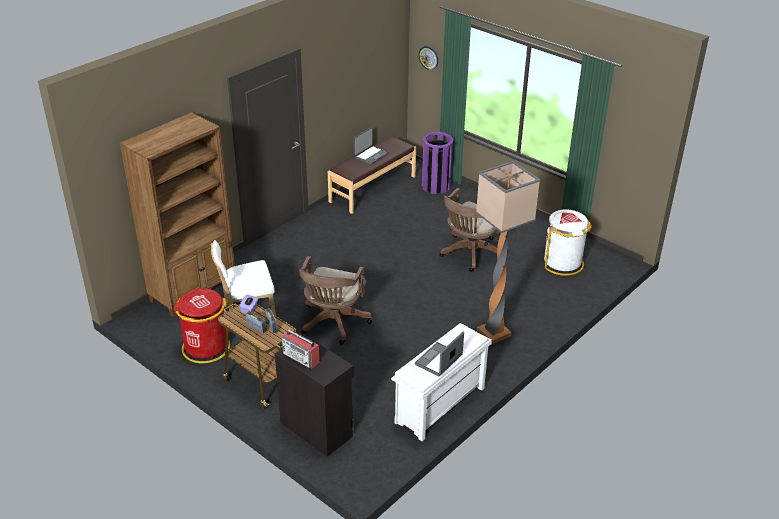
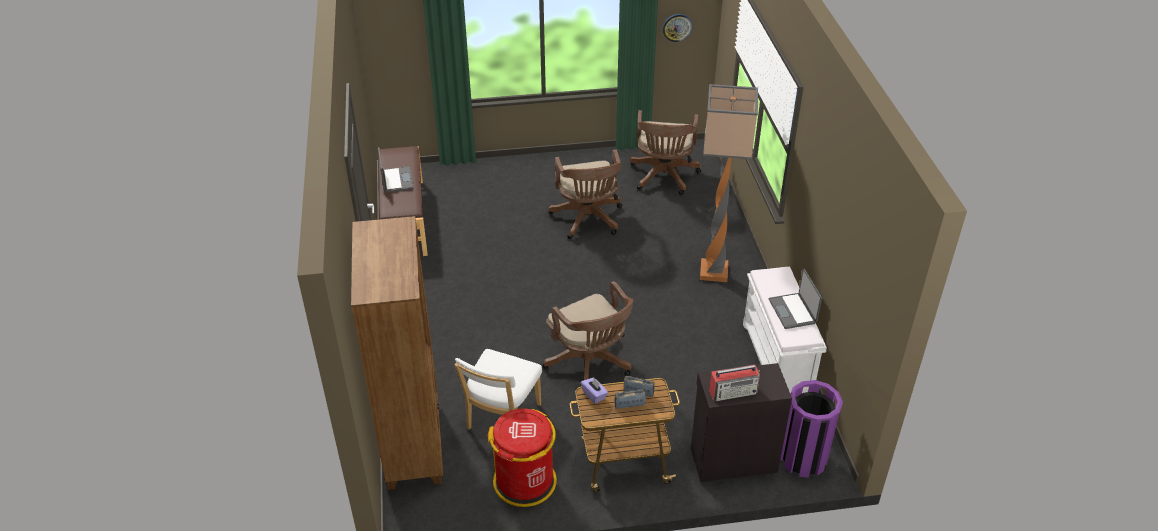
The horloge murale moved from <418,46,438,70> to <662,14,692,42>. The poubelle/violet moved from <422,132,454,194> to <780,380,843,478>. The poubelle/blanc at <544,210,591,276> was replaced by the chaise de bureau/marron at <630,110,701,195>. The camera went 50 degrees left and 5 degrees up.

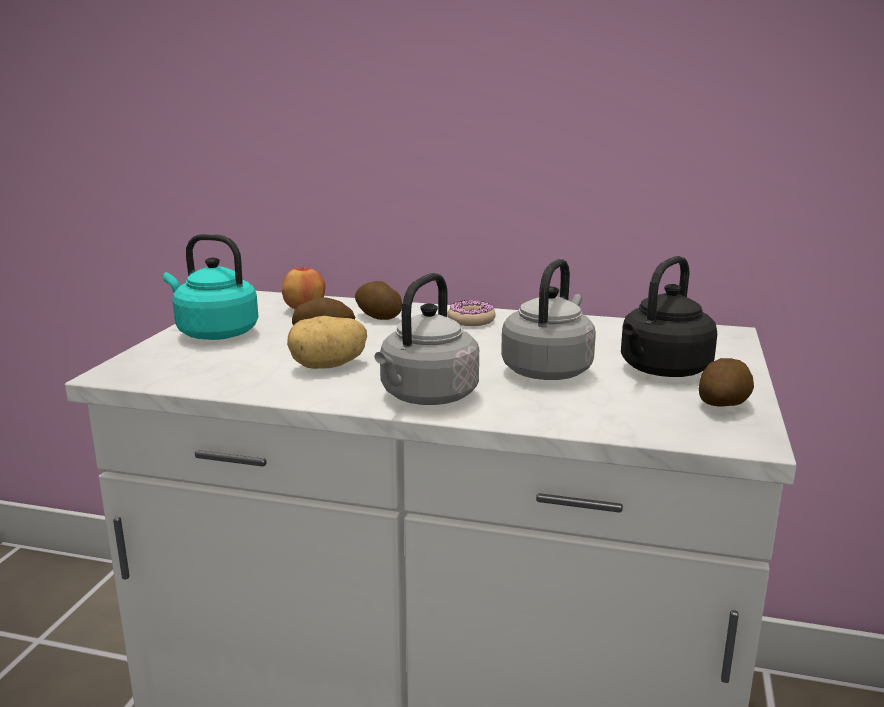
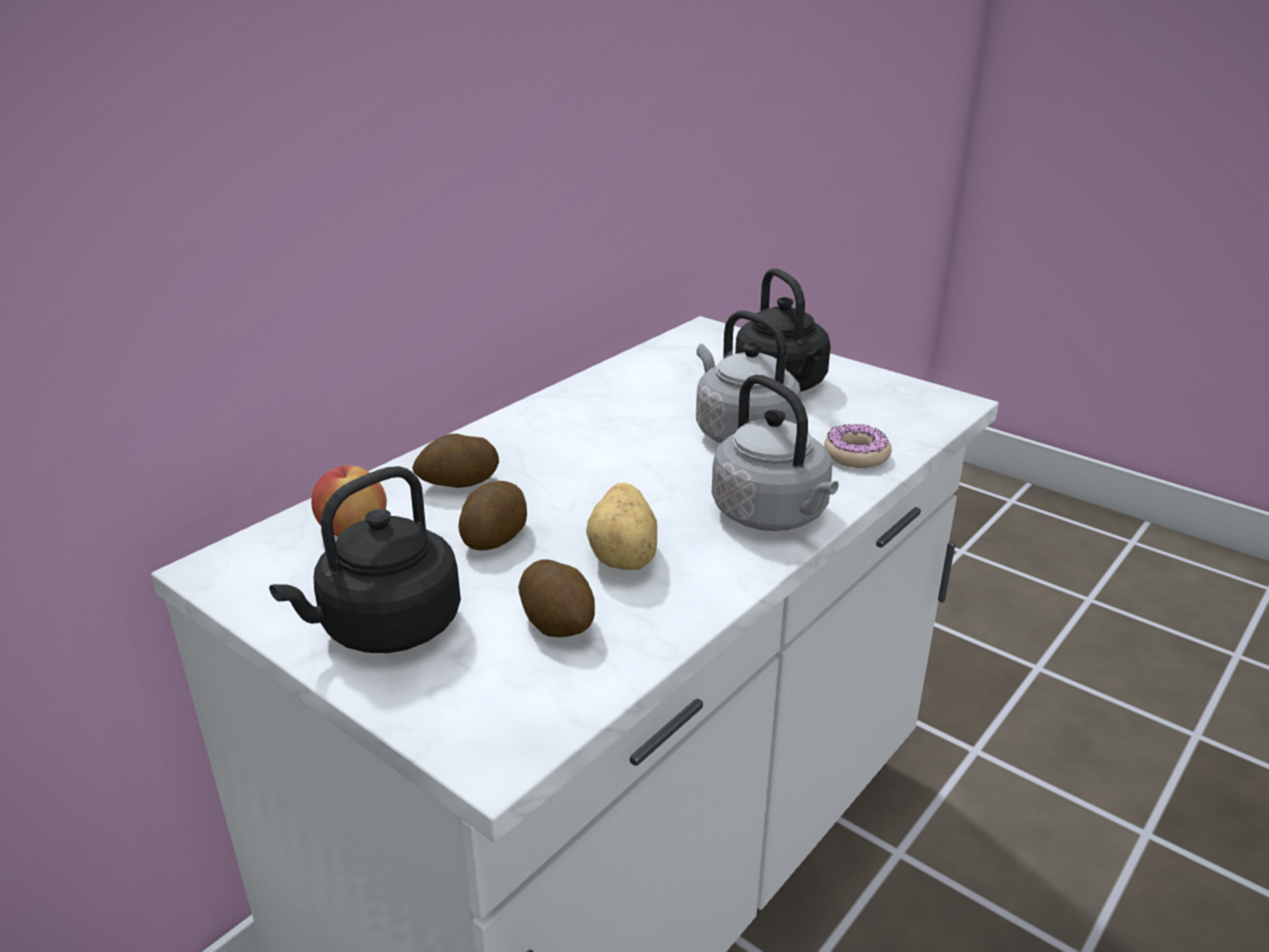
The bouilloire/turquoise at <163,234,258,340> became the bouilloire/noir at <269,466,461,653>. The beignet moved from <448,300,496,326> to <824,424,891,468>. The pomme de terre moved from <699,358,754,406> to <518,560,595,637>. The camera went 65 degrees left and 10 degrees up.

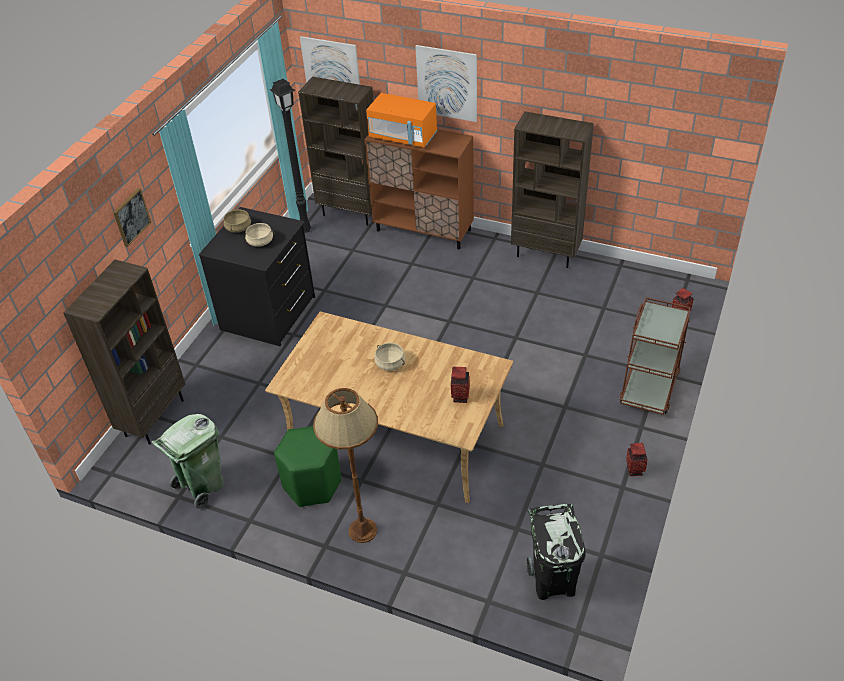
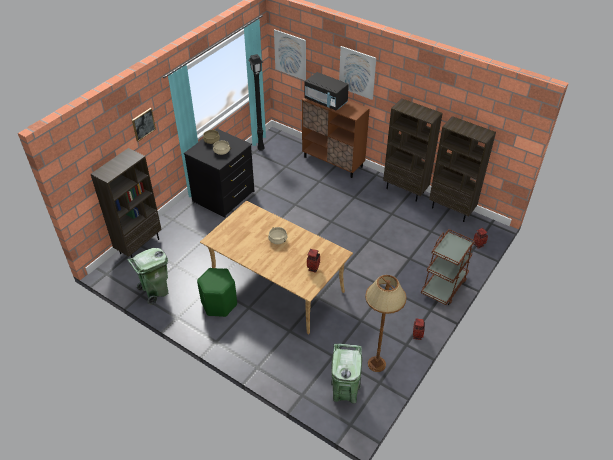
The bibliothèque/marron moved from <298,76,374,226> to <429,116,496,222>. The lampadaire/marron moved from <313,388,378,543> to <365,275,407,372>. The micro-ondes/orange at <366,93,437,148> became the micro-ondes/noir at <305,72,349,110>. The poubelle/noir at <526,504,585,600> became the poubelle/vert at <331,344,362,404>. The camera went 10 degrees right and 0 degrees up.

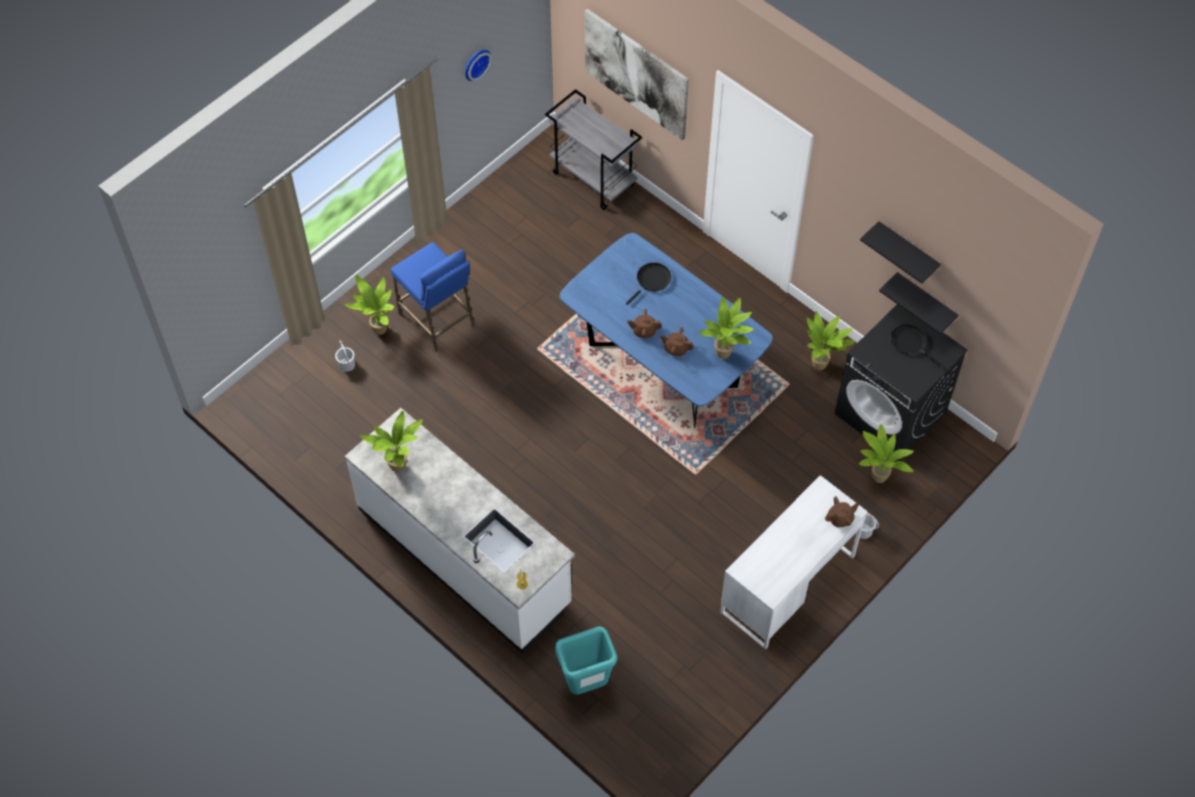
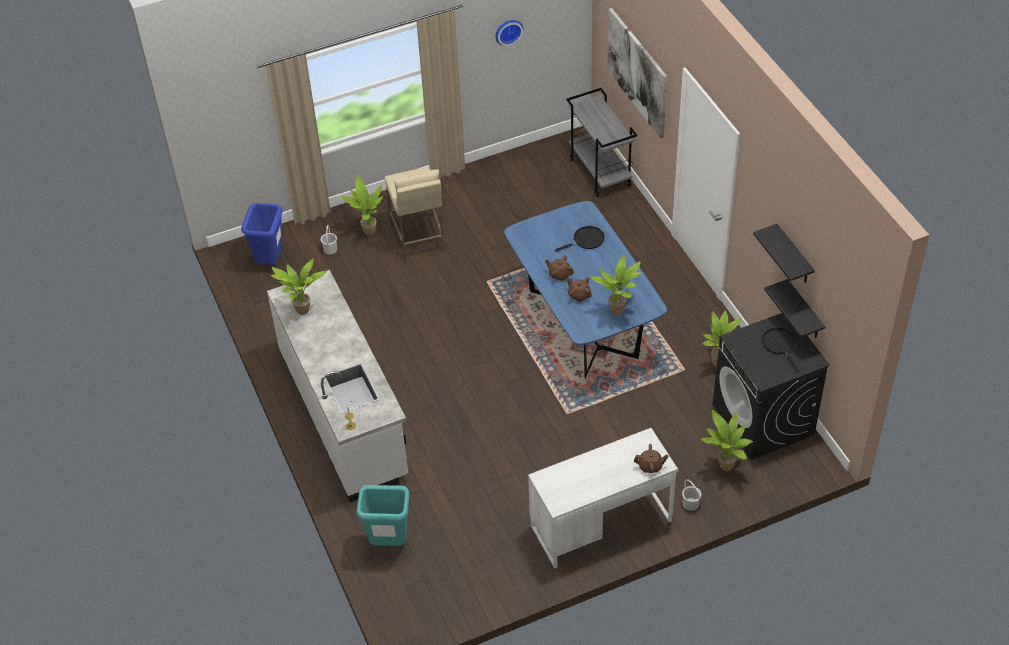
The tabouret/bleu at <391,242,475,352> became the tabouret/beige at <384,167,445,261>. The poubelle/bleu at <241,203,283,265> appeared. The camera went 25 degrees right and 10 degrees down.

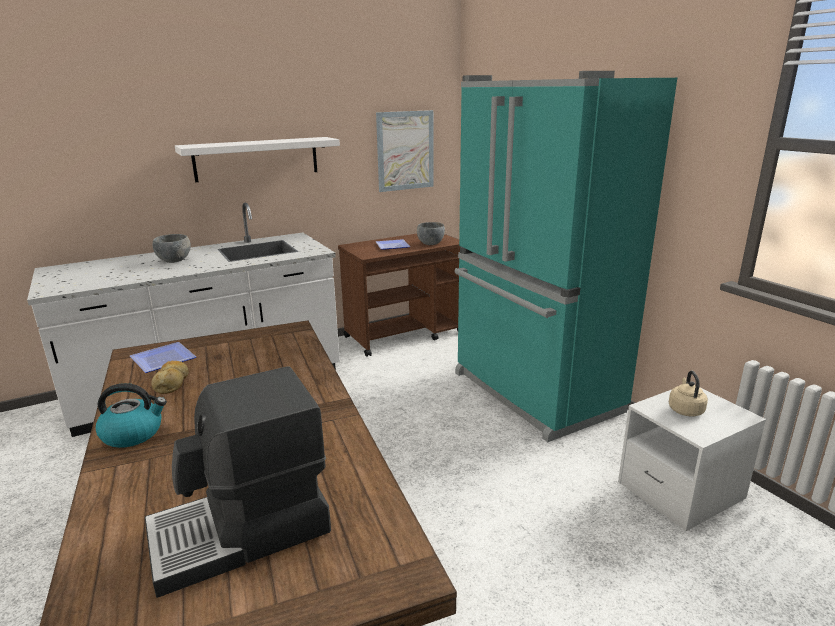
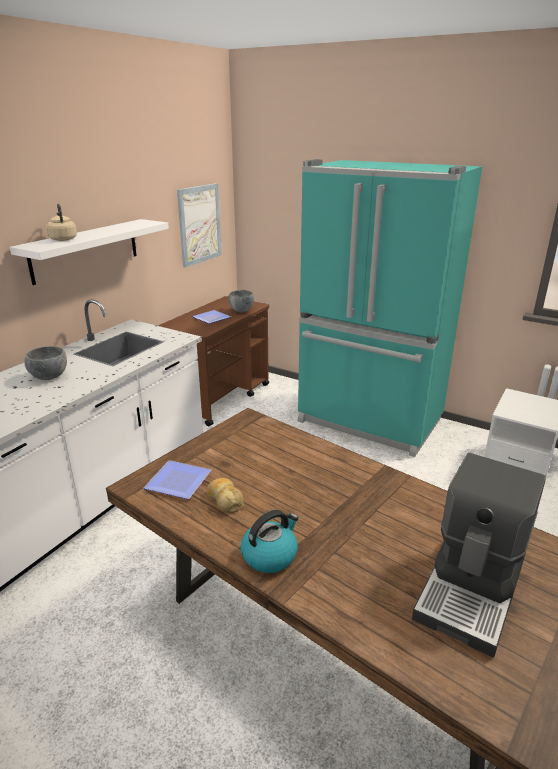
The bouilloire/beige moved from <669,371,708,417> to <46,204,77,241>. The camera went 30 degrees left and 5 degrees up.

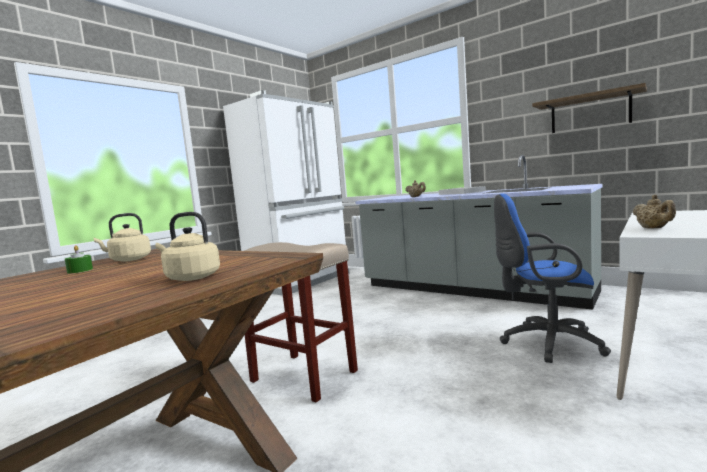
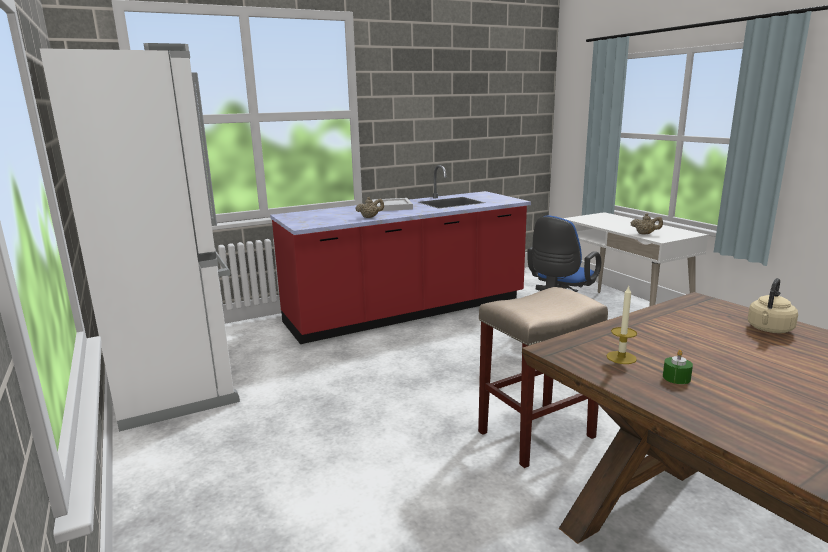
The bouilloire/beige at <94,213,151,262> was replaced by the bougie at <607,286,637,364>. The comptoir de cuisine/gris at <356,155,602,310> became the comptoir de cuisine/rouge at <270,165,531,344>. The étagère at <532,83,647,133> disappeared. The camera went 65 degrees left and 10 degrees up.

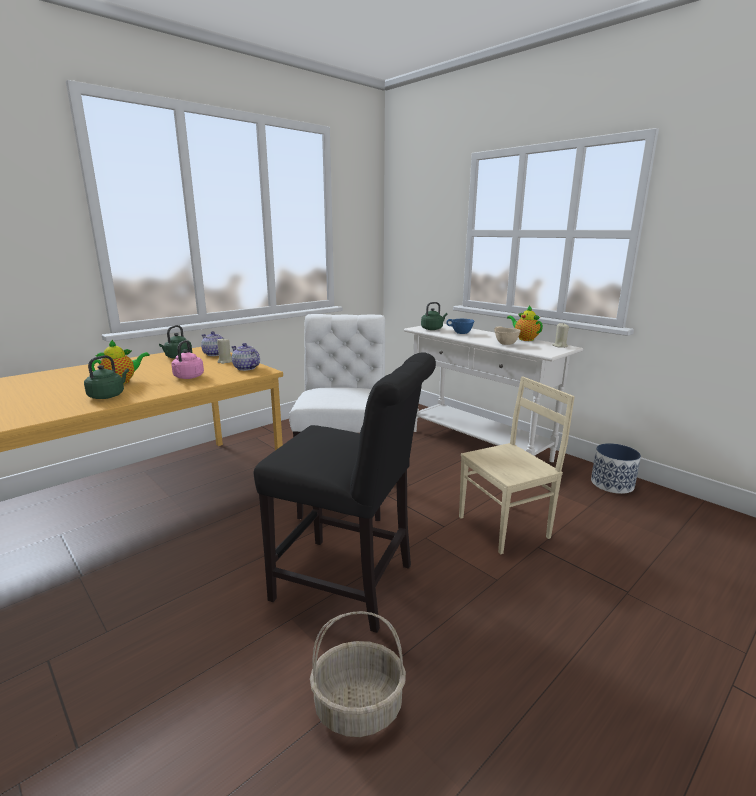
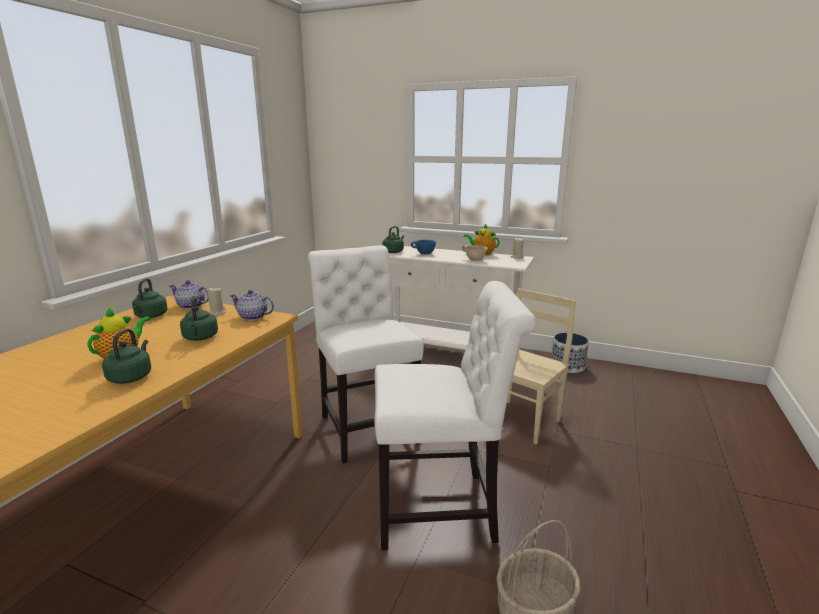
The bouilloire/rose at <171,340,204,379> became the bouilloire/vert at <180,296,218,341>. The chaise/noir at <254,352,436,633> became the chaise/blanc at <374,281,536,550>. The camera went 25 degrees left and 0 degrees up.

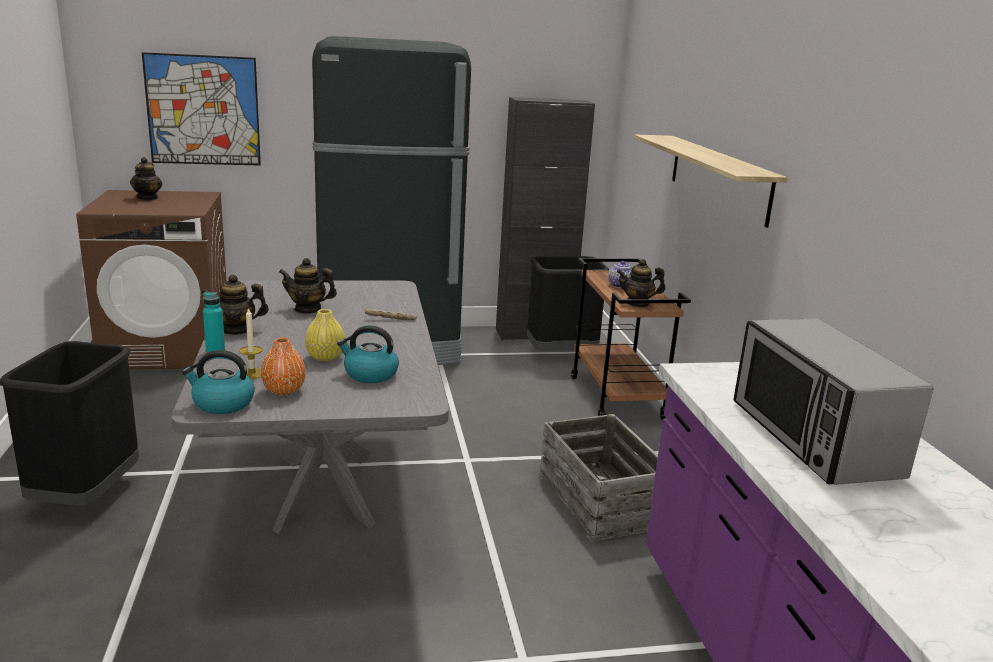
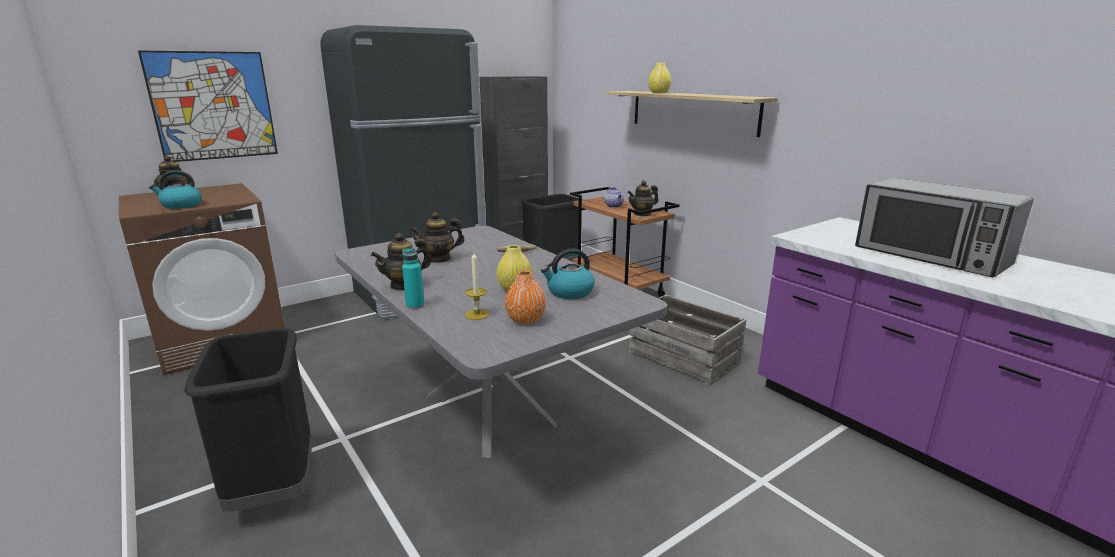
The bouilloire moved from <182,350,255,414> to <149,170,202,209>. The vase/jaune at <648,62,671,93> appeared. The camera went 25 degrees left and 0 degrees up.

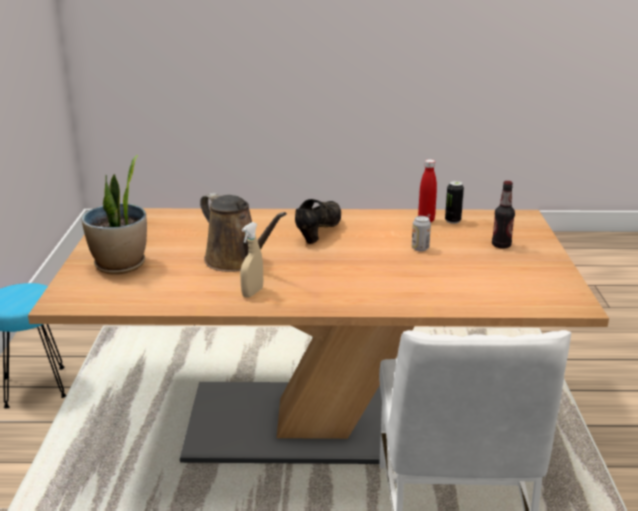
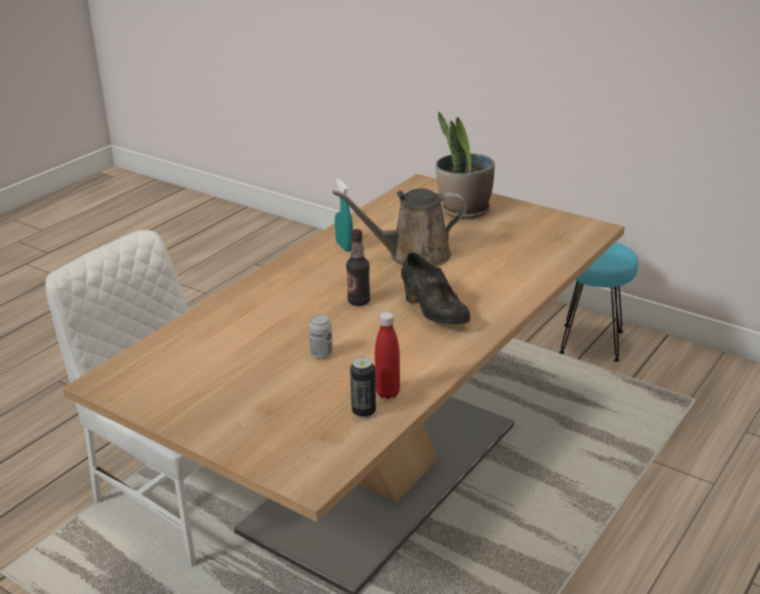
The vaporisateur/beige at <240,222,263,298> became the vaporisateur/turquoise at <335,179,353,252>. The bouteille moved from <492,181,515,248> to <346,229,370,306>. The camera went 125 degrees right and 5 degrees up.

